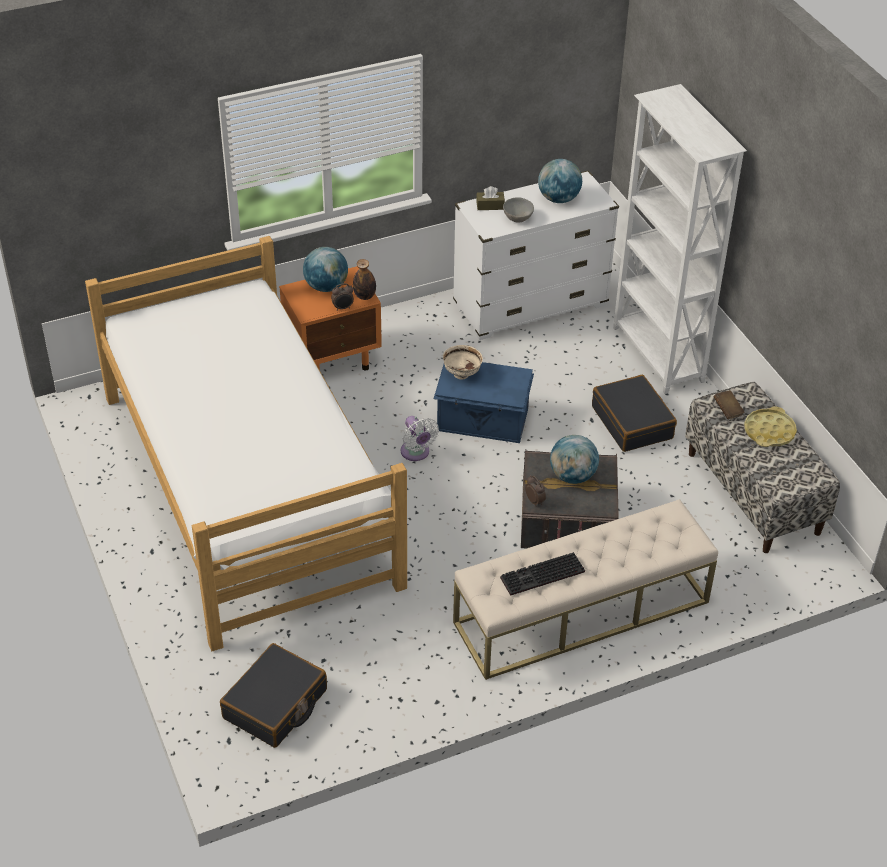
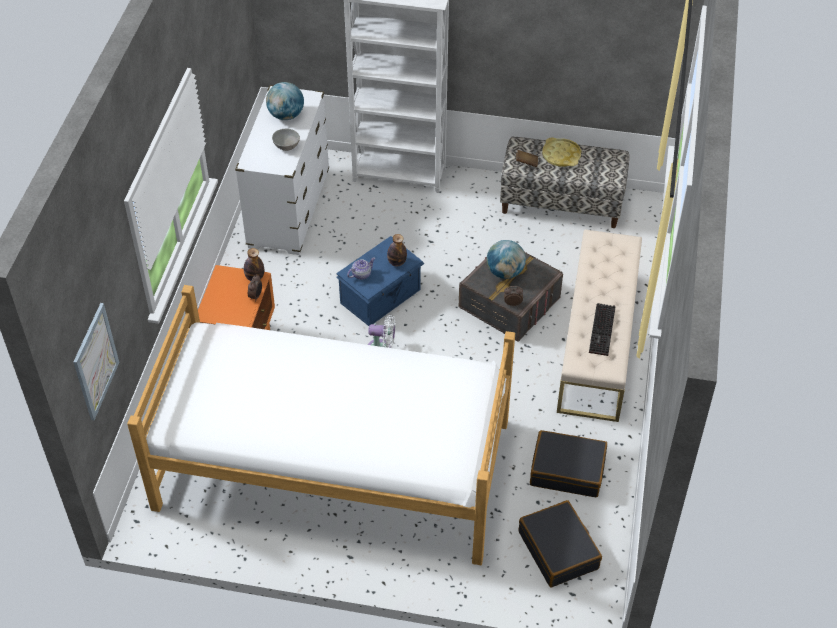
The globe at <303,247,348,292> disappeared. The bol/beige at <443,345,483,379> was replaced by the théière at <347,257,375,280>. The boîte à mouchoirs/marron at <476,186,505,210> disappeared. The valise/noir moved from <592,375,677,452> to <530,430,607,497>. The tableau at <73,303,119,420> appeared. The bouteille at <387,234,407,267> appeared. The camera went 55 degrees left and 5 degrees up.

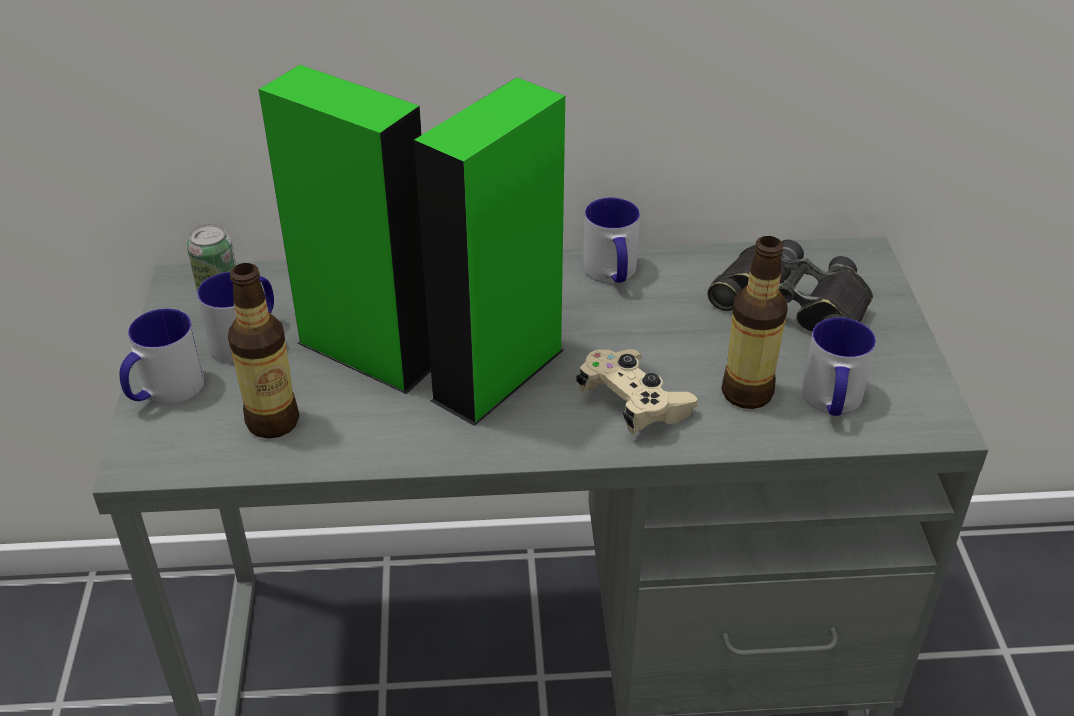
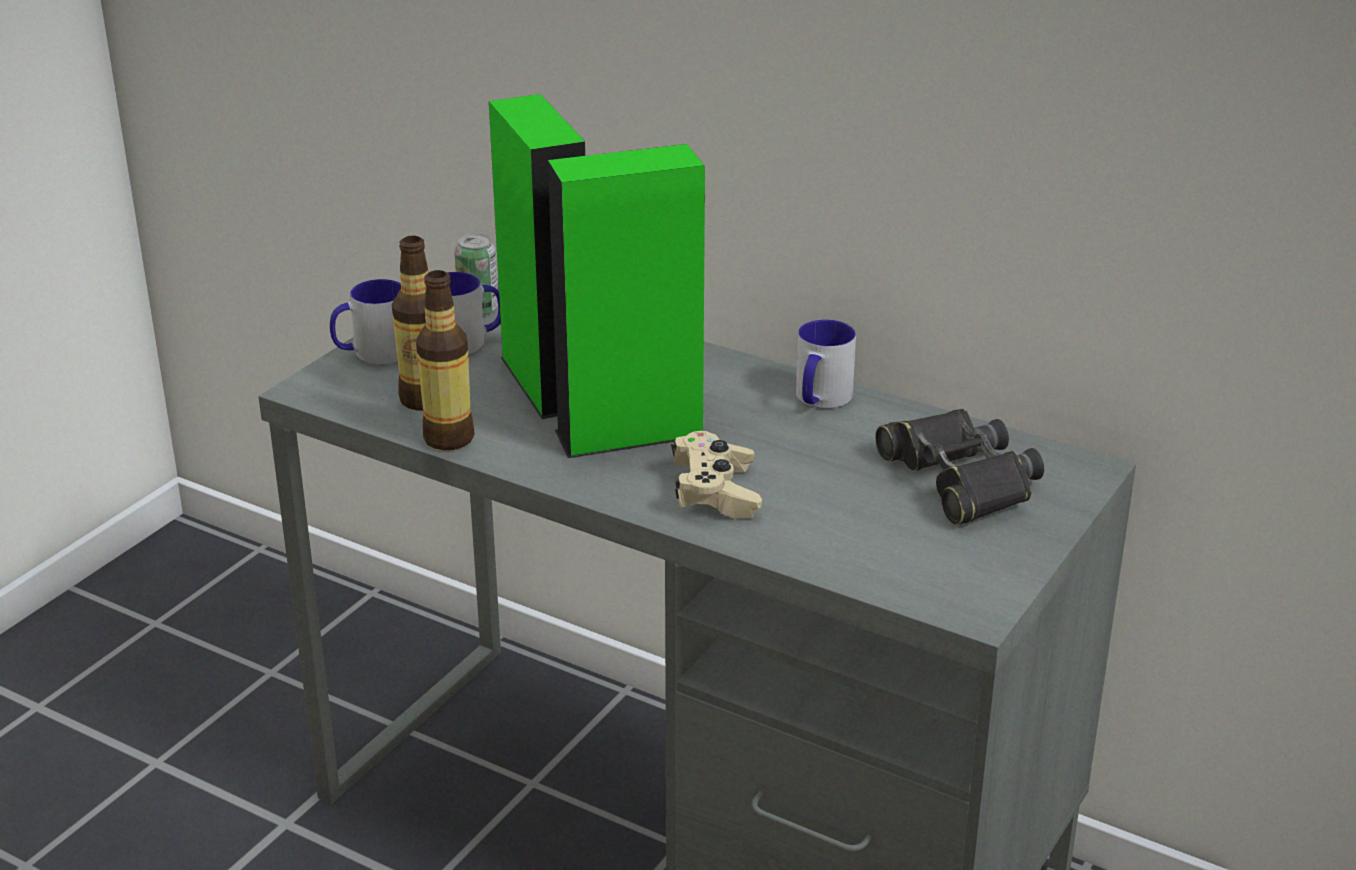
The bouteille moved from <722,236,788,409> to <416,270,474,450>. The mug at <802,317,876,416> disappeared. The camera went 35 degrees right and 10 degrees down.

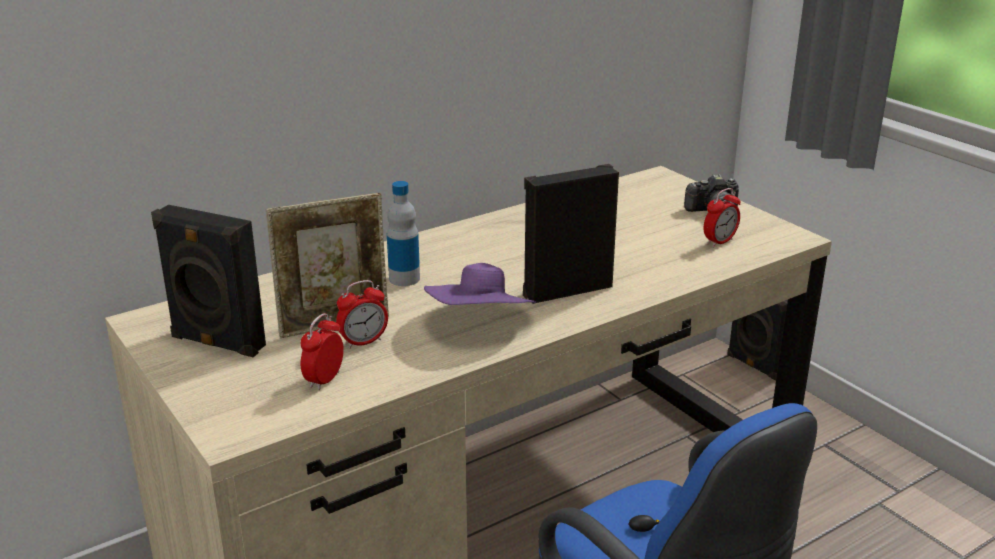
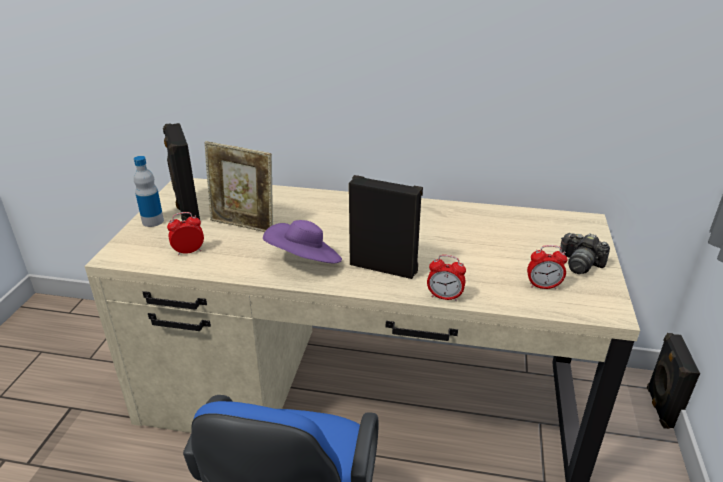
The réveil moved from <336,280,388,349> to <427,255,466,301>. The bouteille moved from <387,181,420,286> to <134,156,164,227>. The camera went 45 degrees right and 5 degrees up.

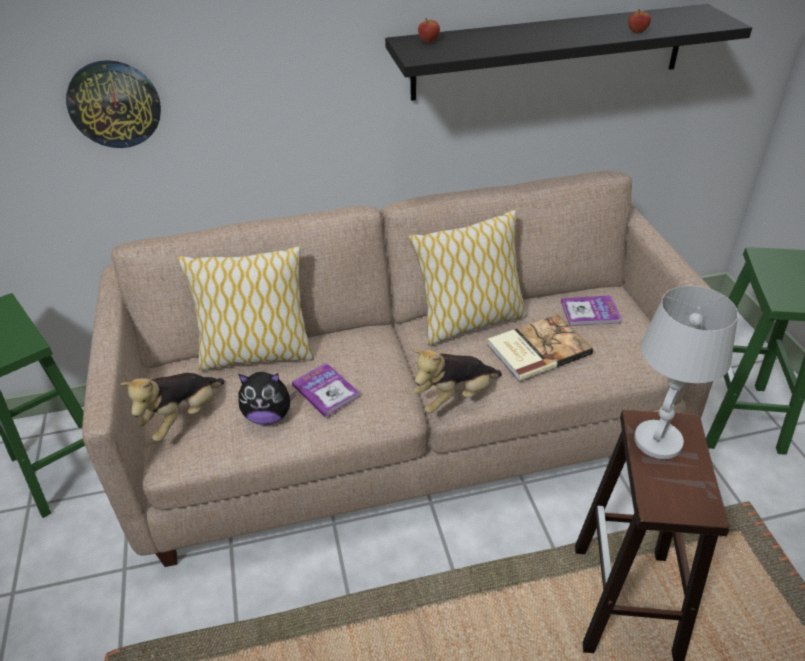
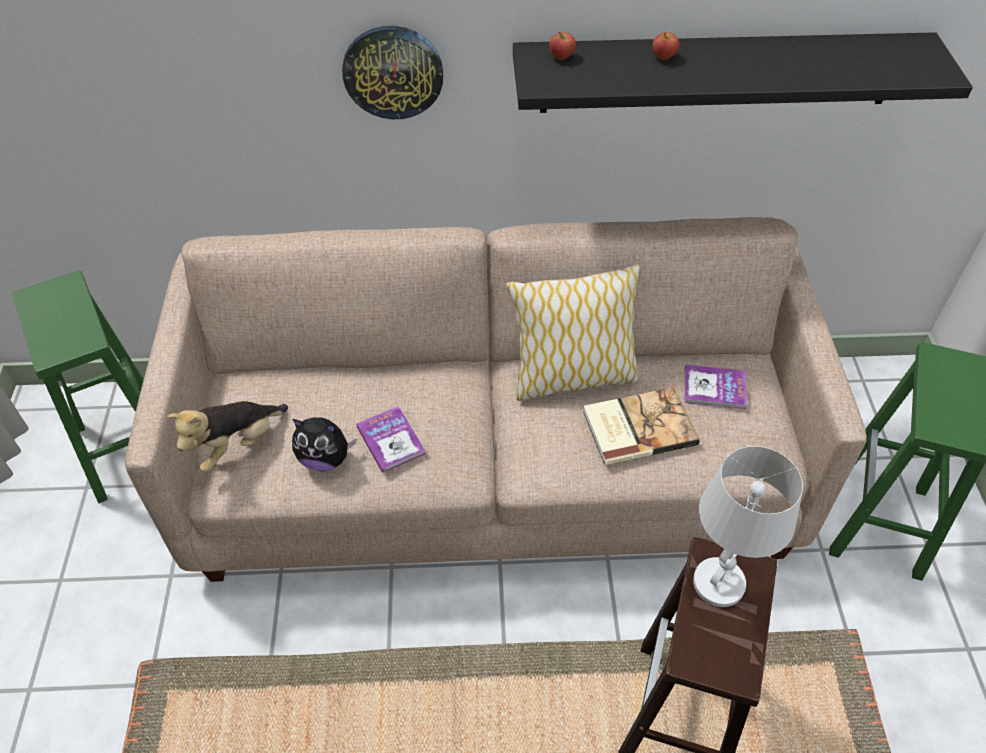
The horloge murale moved from <66,60,161,148> to <342,26,443,119>. The coussin at <177,246,314,371> disappeared. The peluche at <413,349,502,413> disappeared. The pomme moved from <628,9,651,33> to <653,32,679,60>. The camera went 10 degrees right and 10 degrees up.

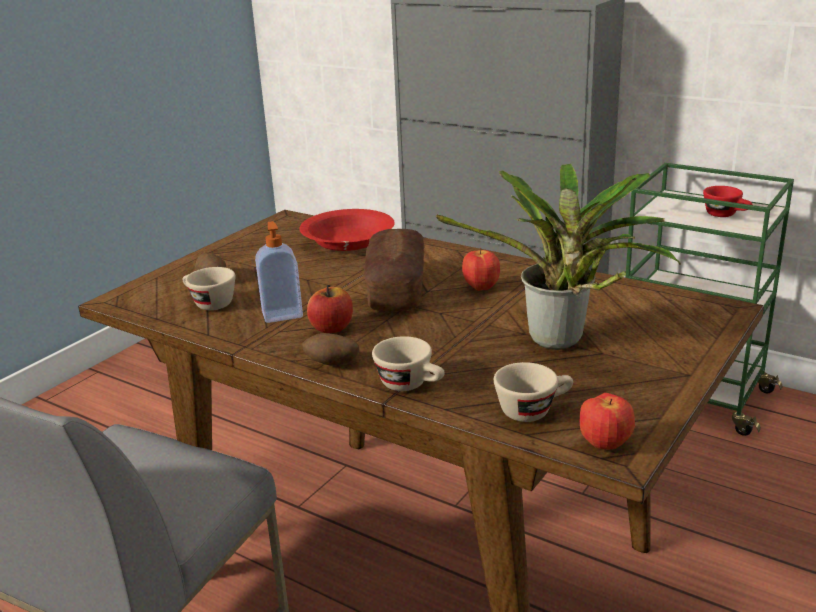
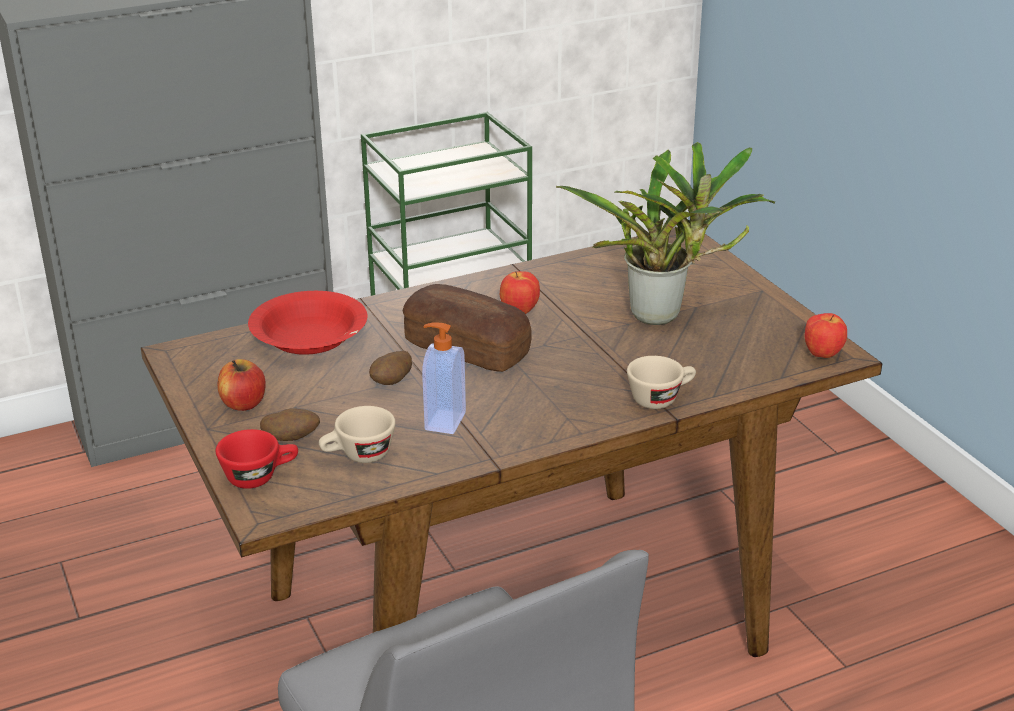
The pomme de terre moved from <302,333,359,366> to <369,351,412,385>. The pomme moved from <307,285,353,333> to <218,359,266,411>. The tasse/beige at <494,362,573,422> disappeared. The tasse/rouge moved from <703,186,753,217> to <216,429,298,489>. The camera went 60 degrees left and 5 degrees up.

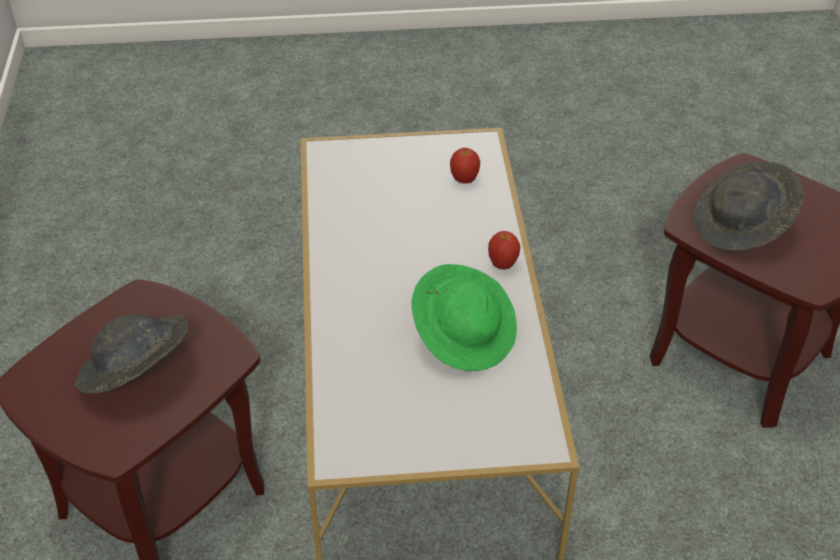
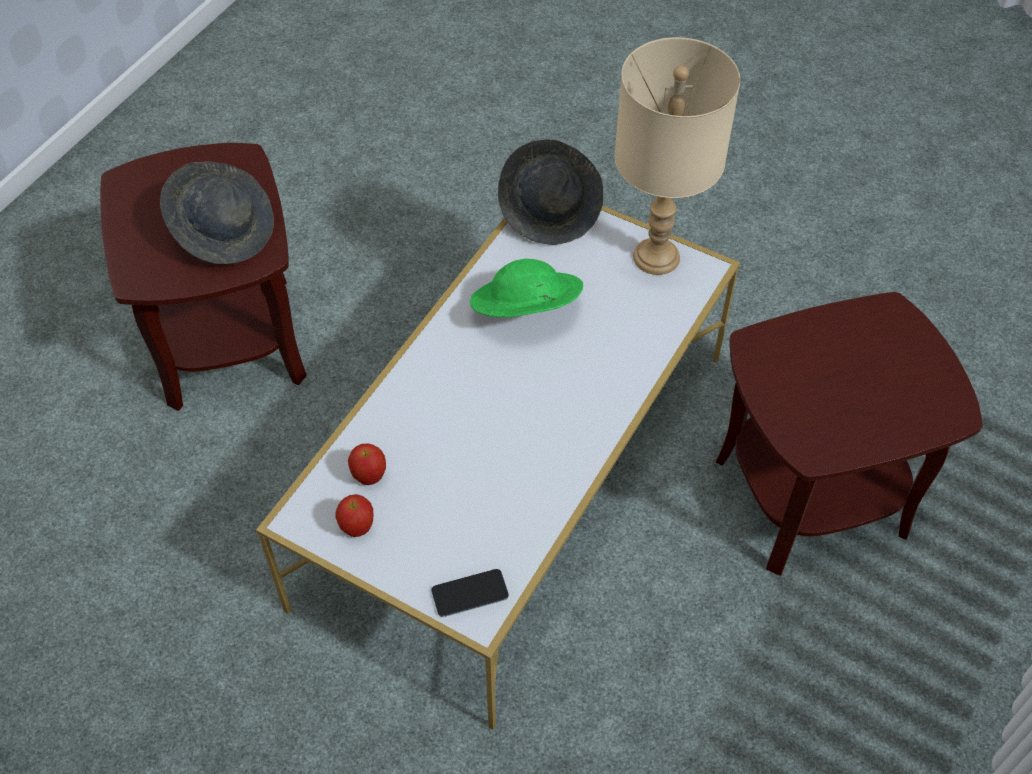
The chapeau/gris moved from <75,314,189,394> to <498,140,603,245>. The pomme moved from <488,231,520,270> to <335,494,373,537>. The téléphone at <431,569,509,617> appeared. The lampe de table/beige at <614,37,740,275> appeared. The camera went 145 degrees left and 10 degrees up.

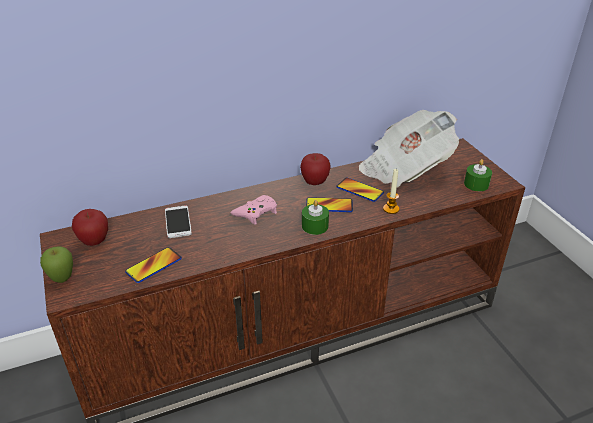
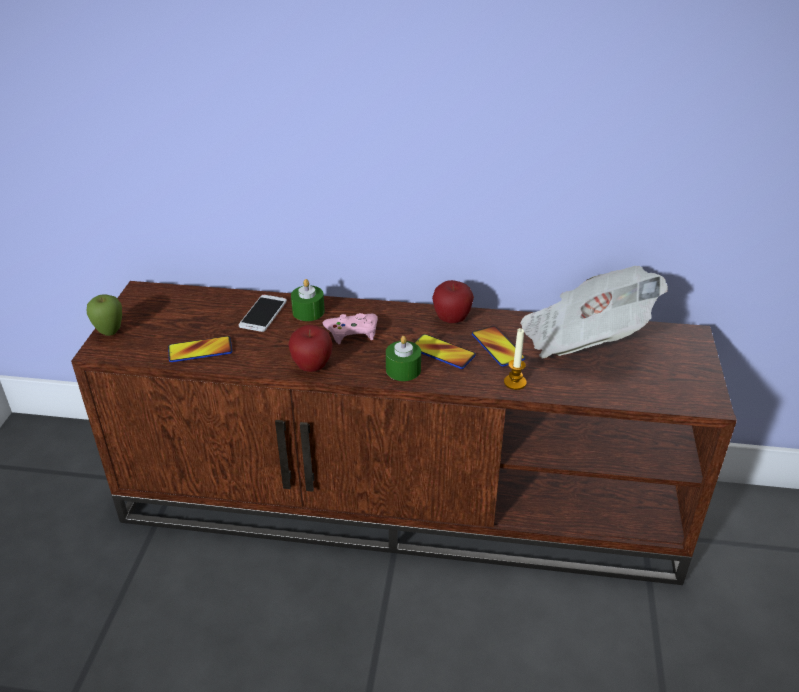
The pomme moved from <72,209,108,246> to <288,325,333,372>. The bougie/vert moved from <464,159,492,191> to <291,279,325,321>. The camera went 30 degrees right and 0 degrees up.

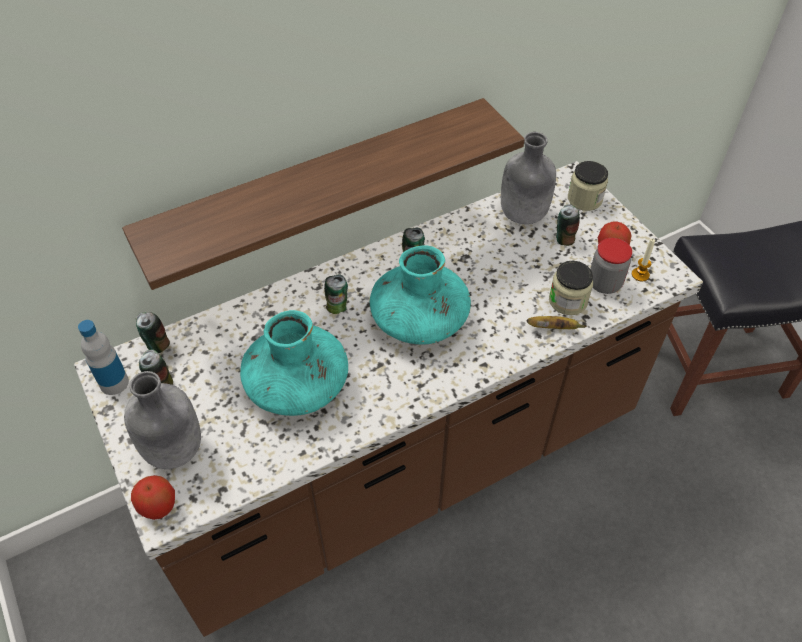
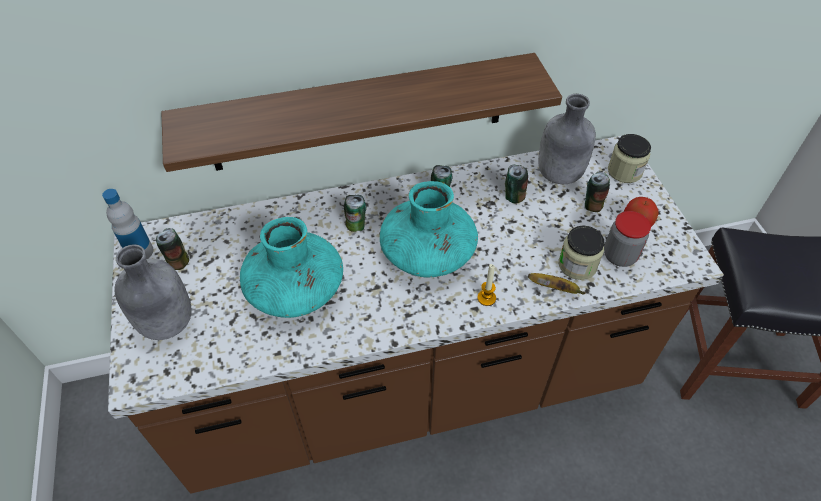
The pomme at <131,475,175,520> disappeared. The boîte métallique moved from <136,312,170,353> to <505,165,528,204>. The bougie moved from <632,238,655,281> to <477,264,496,306>. The camera went 15 degrees right and 0 degrees up.

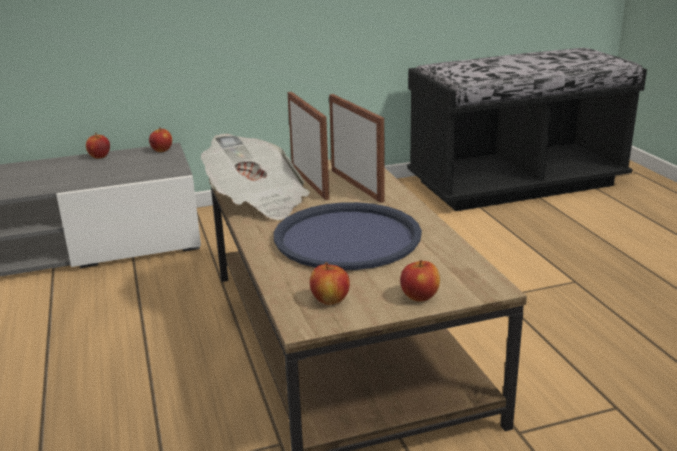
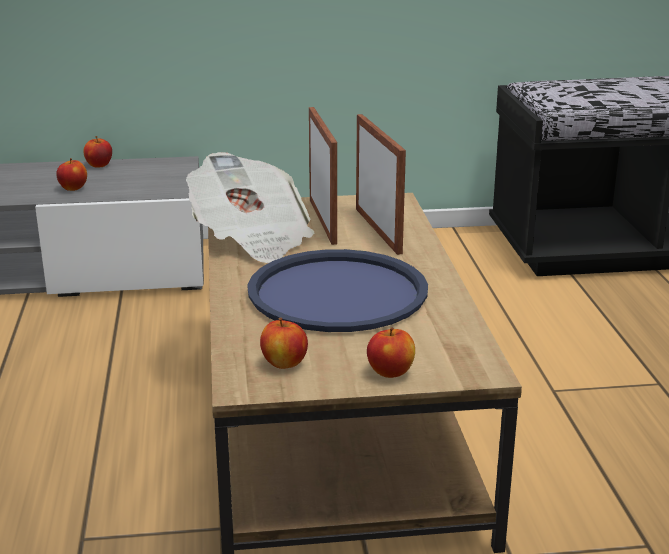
The pomme moved from <149,127,172,152> to <56,158,87,191>. The camera went 10 degrees right and 0 degrees up.

